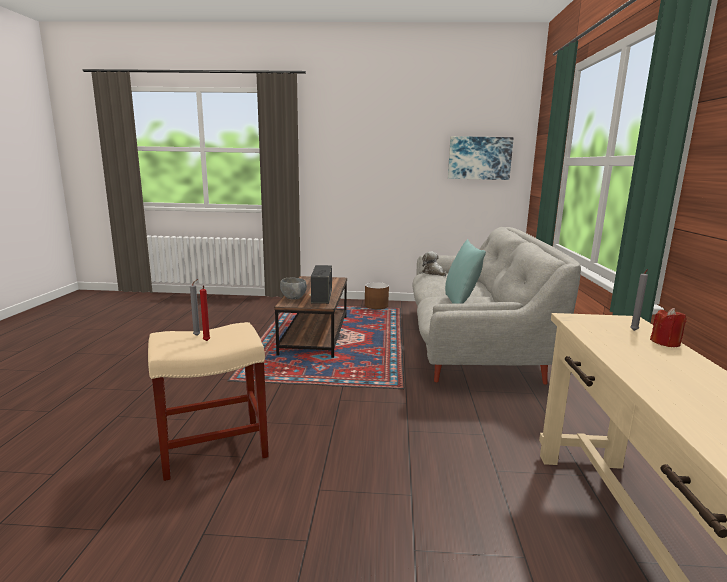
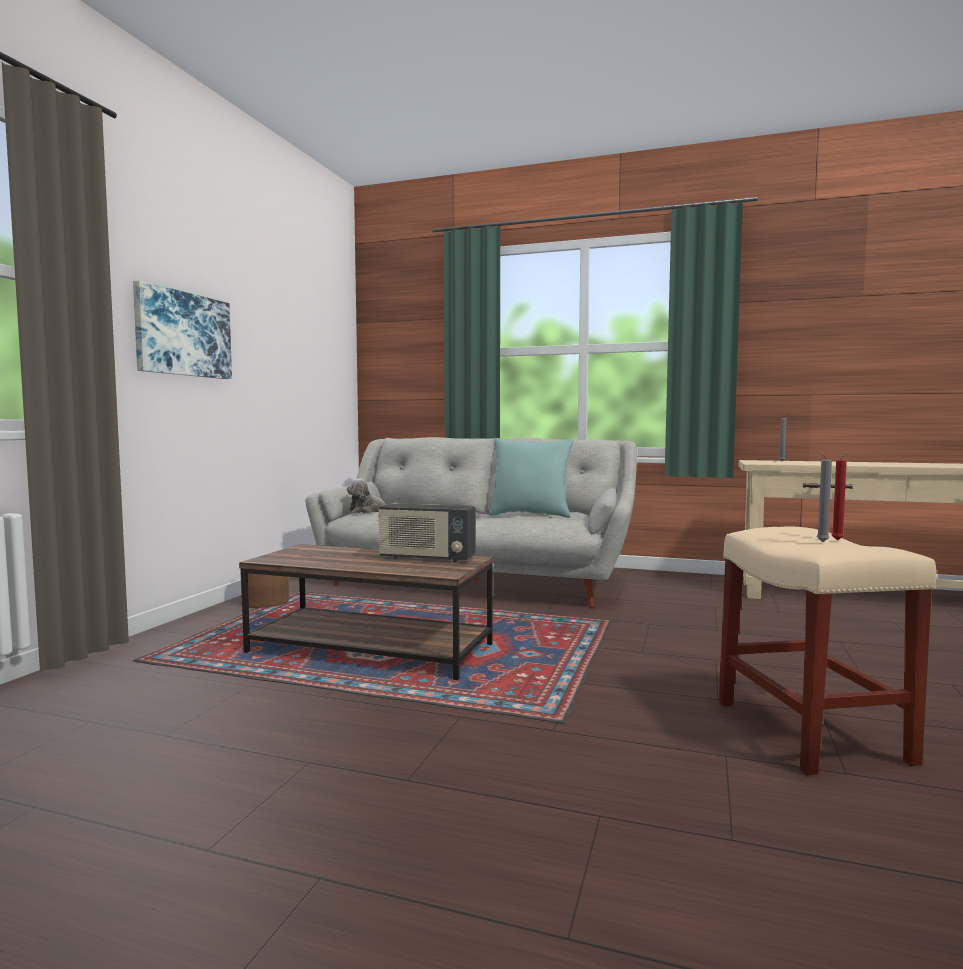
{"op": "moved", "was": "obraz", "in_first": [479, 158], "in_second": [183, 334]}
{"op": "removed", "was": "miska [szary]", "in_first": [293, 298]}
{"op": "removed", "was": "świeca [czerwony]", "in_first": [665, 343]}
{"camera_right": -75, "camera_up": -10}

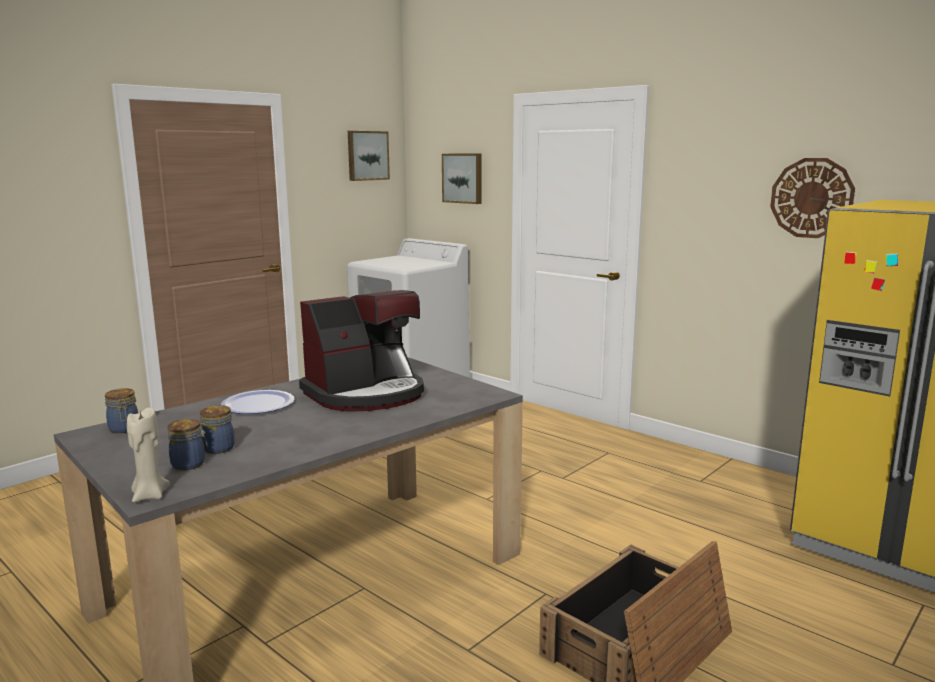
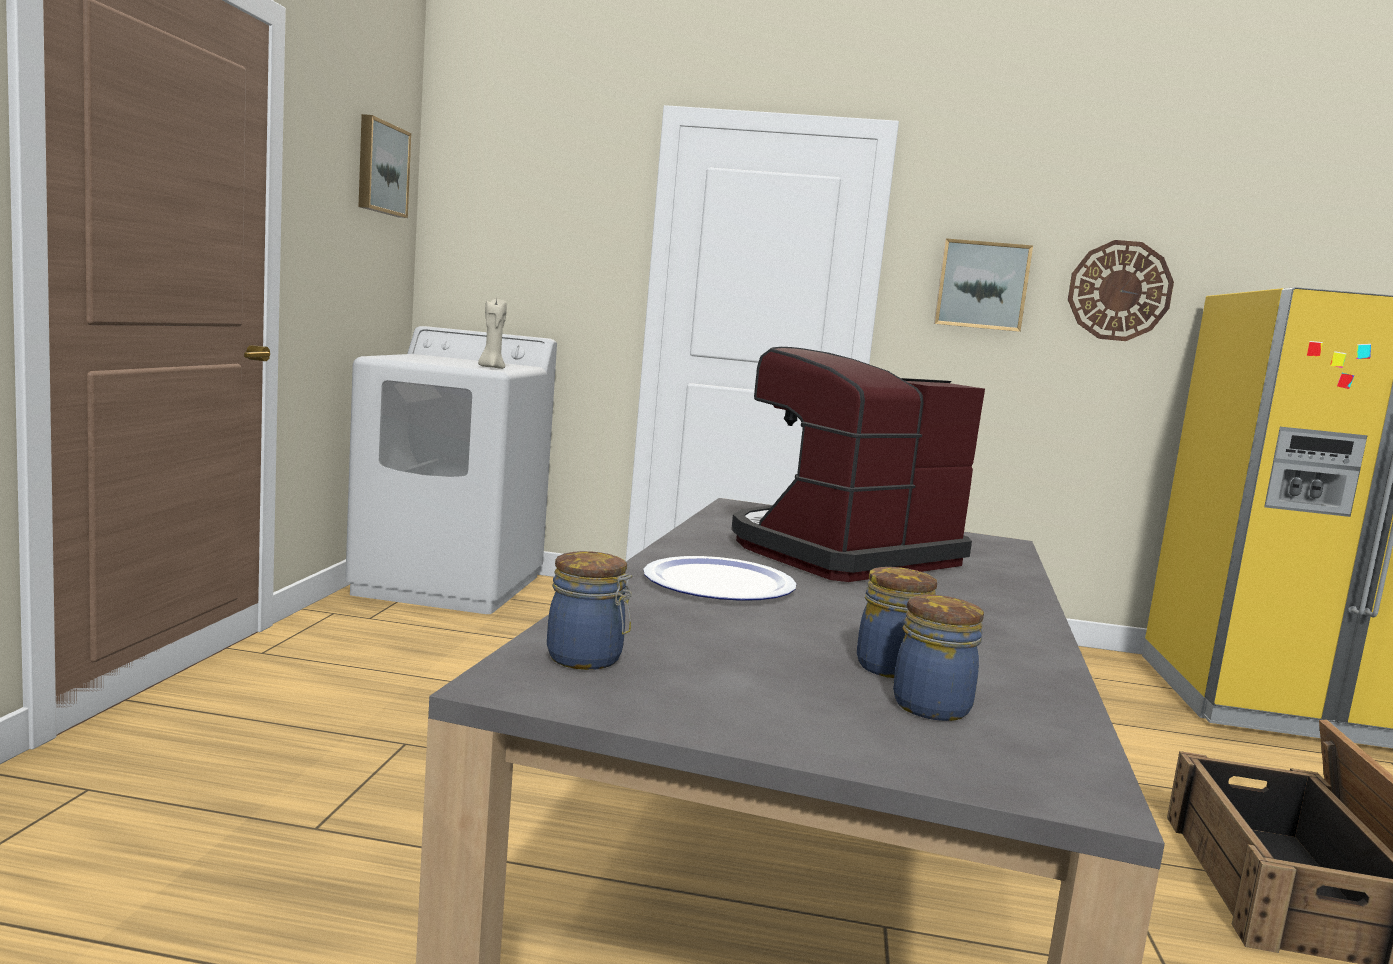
{"op": "moved", "was": "obraz", "in_first": [463, 178], "in_second": [981, 285]}
{"op": "turned", "was": "ekspres do kawy", "in_first": [366, 394], "in_second": [841, 553], "clockwise": -150}
{"op": "moved", "was": "świeca [beżowy]", "in_first": [149, 496], "in_second": [491, 367]}
{"camera_right": -35, "camera_up": -5}

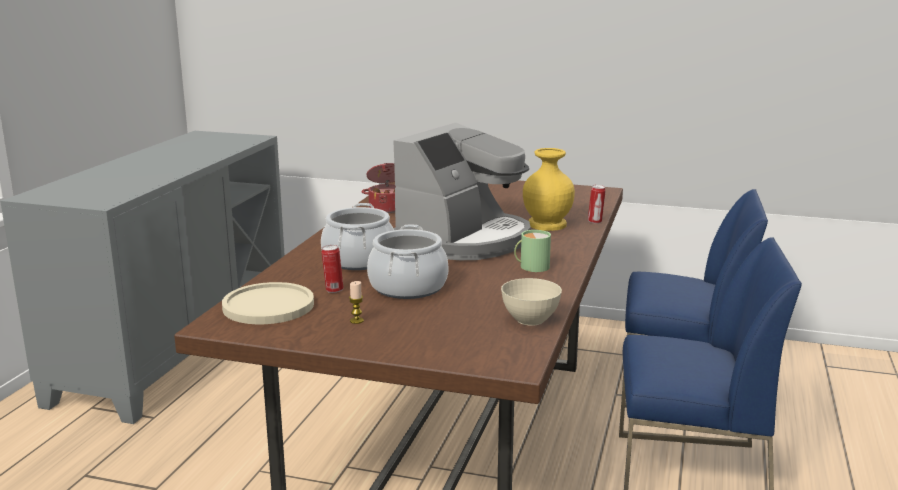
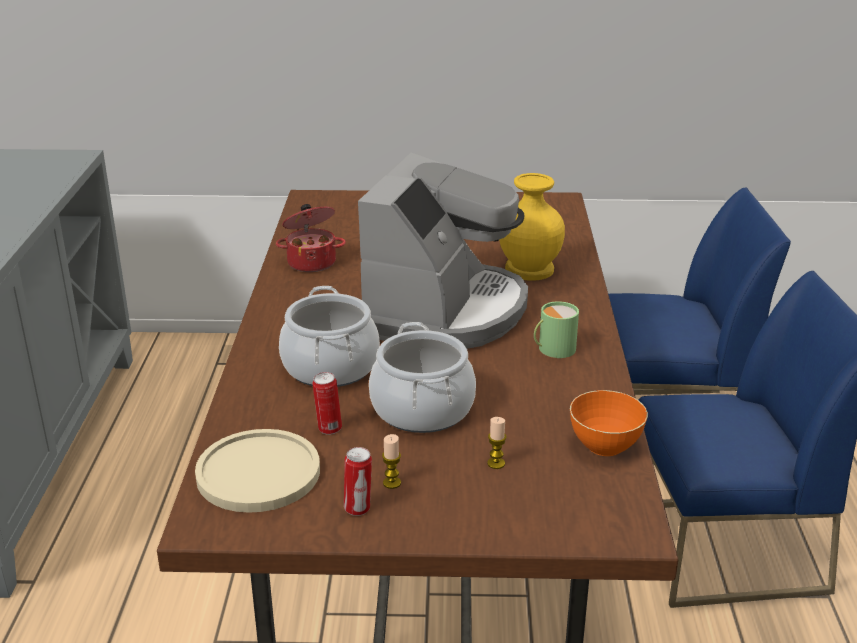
{"op": "moved", "was": "puszka", "in_first": [595, 221], "in_second": [358, 509]}
{"op": "recoloured", "was": "miska [beżowy]", "now": "miska [pomarańczowy]", "in_first": [530, 319], "in_second": [605, 446]}
{"op": "added", "now": "świeca", "in_second": [496, 463]}
{"camera_right": -15, "camera_up": 10}

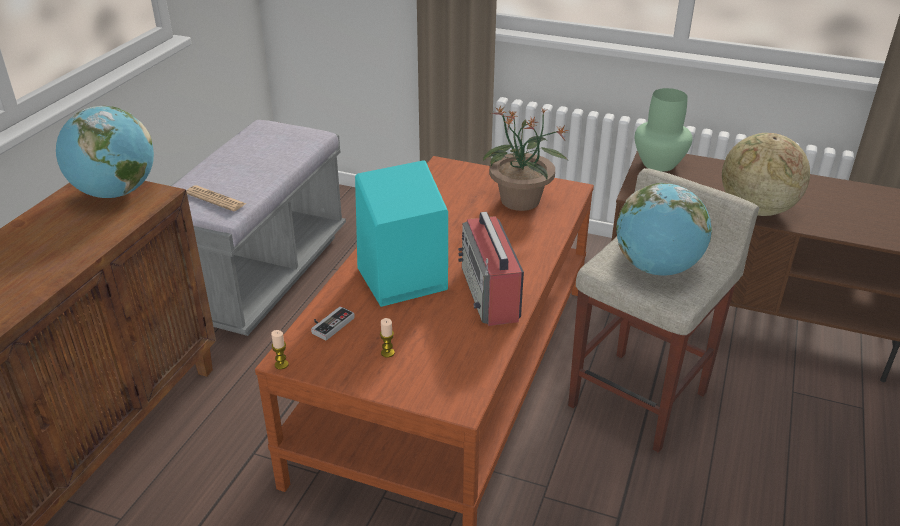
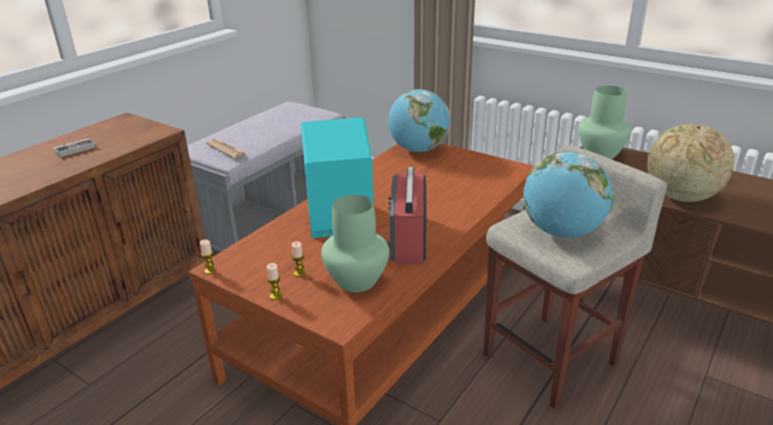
{"op": "moved", "was": "globus", "in_first": [115, 193], "in_second": [418, 150]}
{"op": "removed", "was": "roślina doniczkowa", "in_first": [520, 201]}
{"op": "moved", "was": "pad do gier", "in_first": [329, 324], "in_second": [74, 149]}
{"op": "added", "now": "wazon [zielony]", "in_second": [358, 280]}
{"op": "added", "now": "świeca", "in_second": [276, 296]}
{"camera_right": 15, "camera_up": -5}

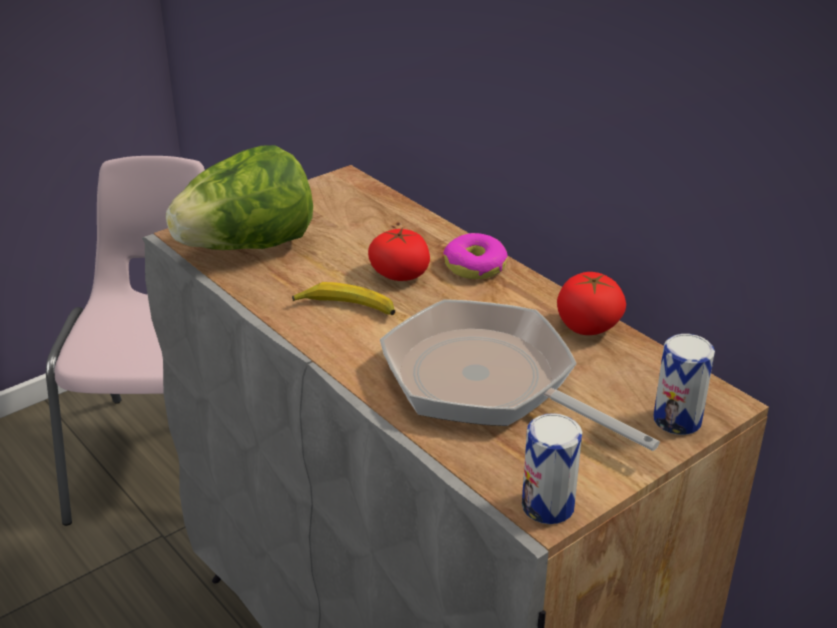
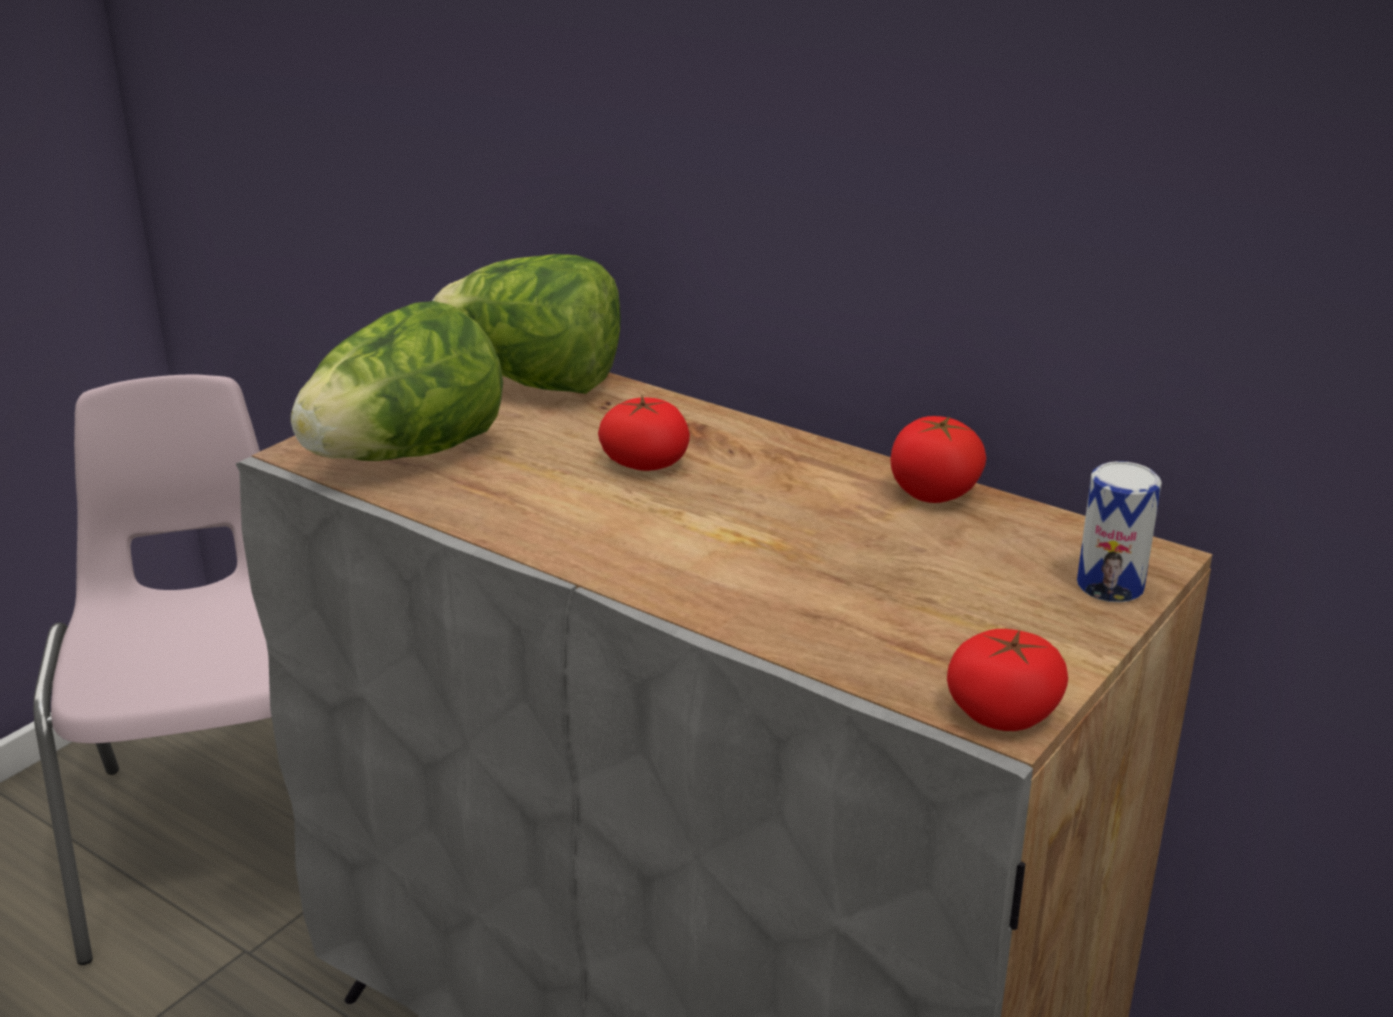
{"op": "removed", "was": "donut", "in_first": [475, 266]}
{"op": "removed", "was": "banan", "in_first": [347, 308]}
{"op": "removed", "was": "patelnia", "in_first": [489, 383]}
{"op": "replaced", "was": "puszka", "now": "pomidor", "in_first": [548, 506], "in_second": [1003, 712]}
{"op": "added", "now": "sałata", "in_second": [534, 383]}
{"camera_right": -15, "camera_up": -5}

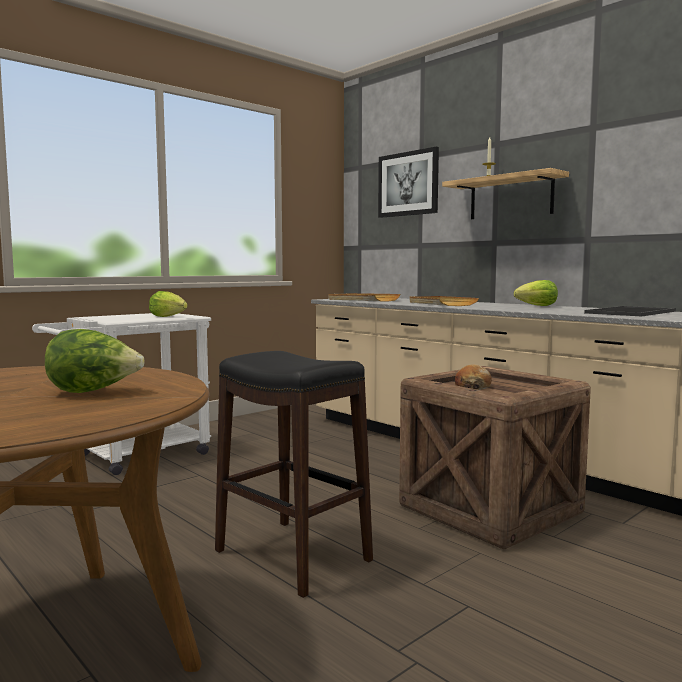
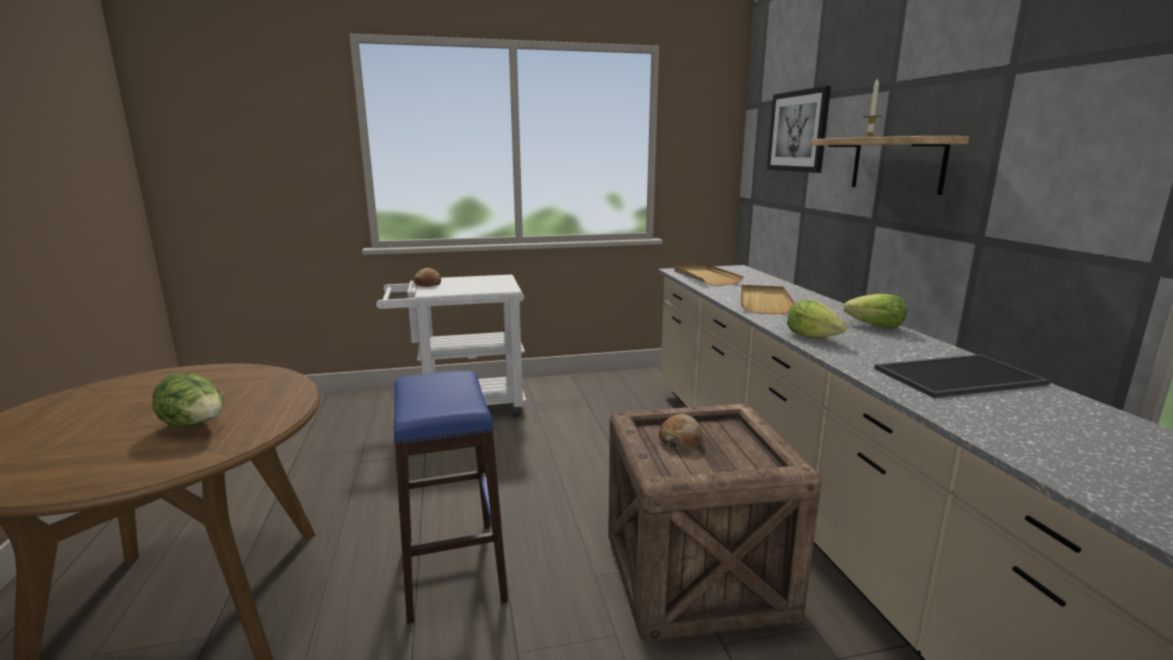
{"op": "moved", "was": "sałata", "in_first": [167, 317], "in_second": [812, 337]}
{"op": "recoloured", "was": "stołek [czarny]", "now": "stołek [niebieski]", "in_first": [293, 555], "in_second": [453, 569]}
{"op": "added", "now": "chleb", "in_second": [428, 284]}
{"camera_right": 30, "camera_up": 10}

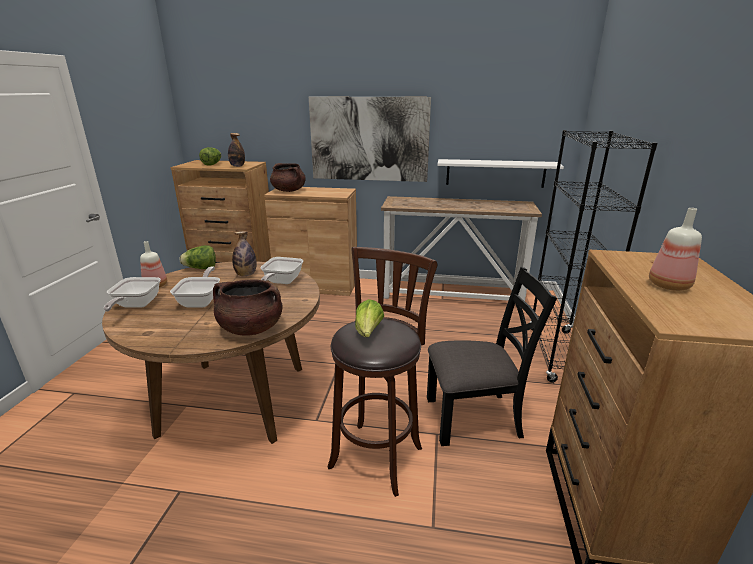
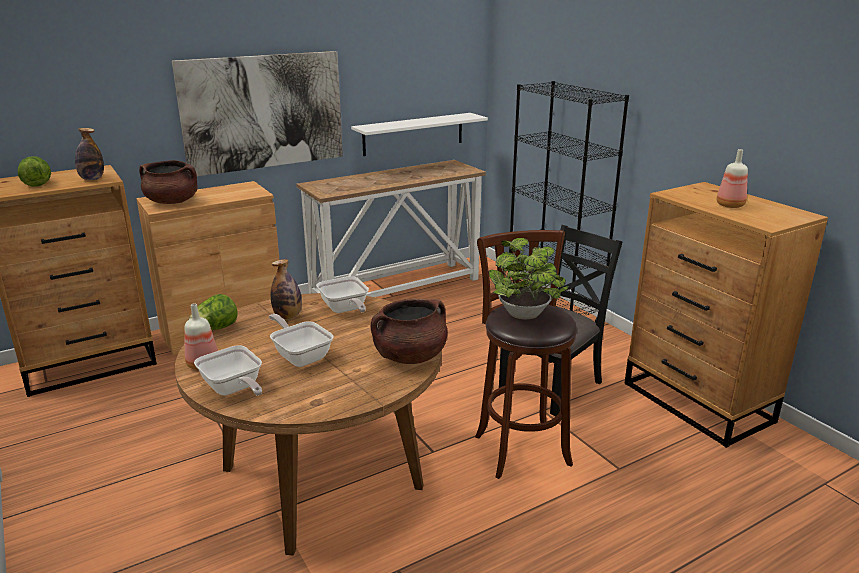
{"op": "replaced", "was": "sałata", "now": "roślina doniczkowa", "in_first": [368, 332], "in_second": [525, 316]}
{"camera_right": -40, "camera_up": 0}

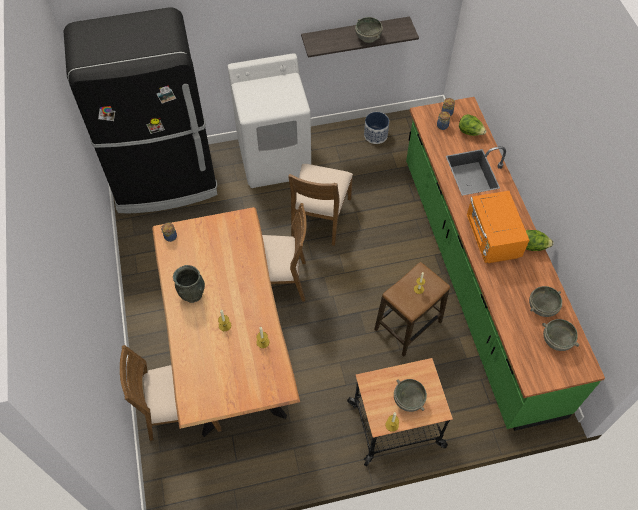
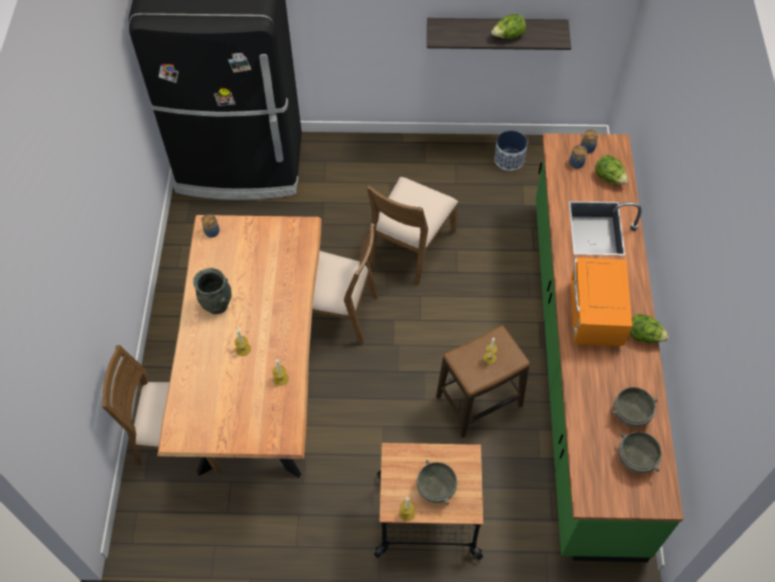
{"op": "replaced", "was": "miska [szary]", "now": "sałata", "in_first": [368, 37], "in_second": [508, 36]}
{"op": "removed", "was": "pralka [biały]", "in_first": [275, 159]}
{"camera_right": 15, "camera_up": 0}

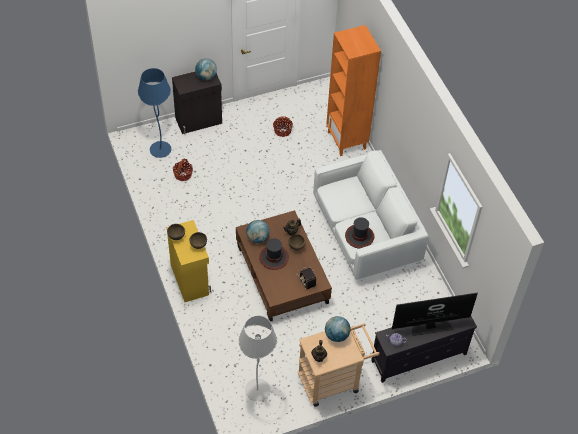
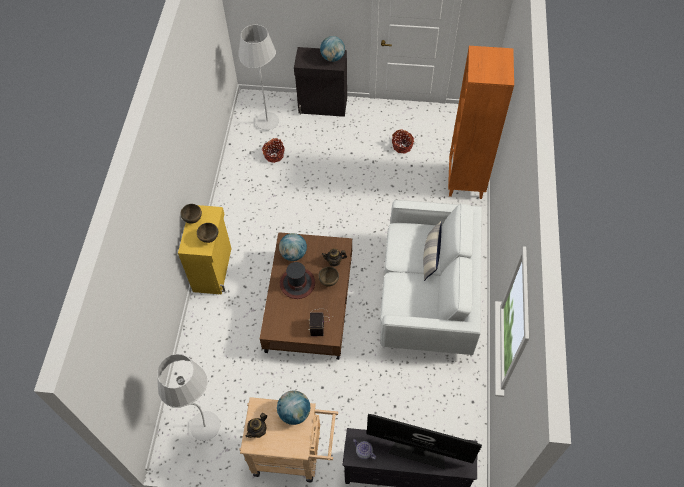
{"op": "recoloured", "was": "lampa stojąca [niebieski]", "now": "lampa stojąca [biały]", "in_first": [160, 150], "in_second": [267, 122]}
{"op": "removed", "was": "kapelusz", "in_first": [359, 236]}
{"op": "added", "now": "poduszka", "in_second": [430, 257]}
{"camera_right": 30, "camera_up": 5}

